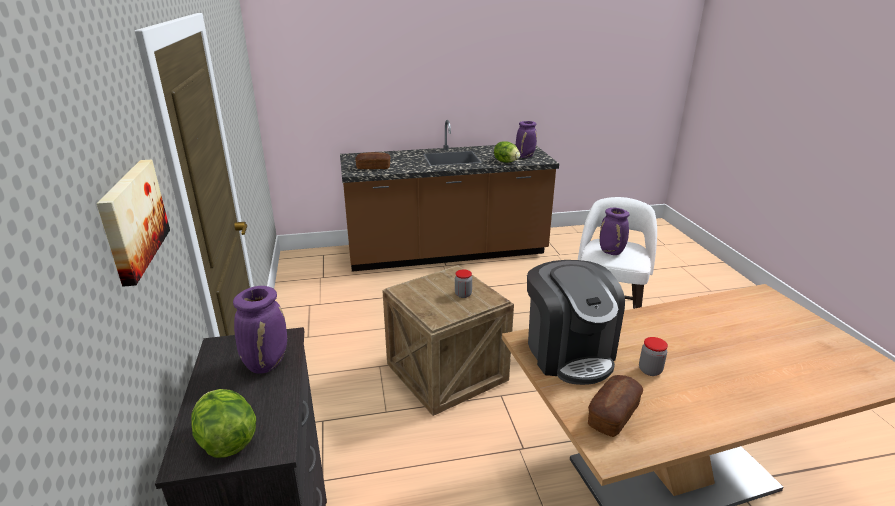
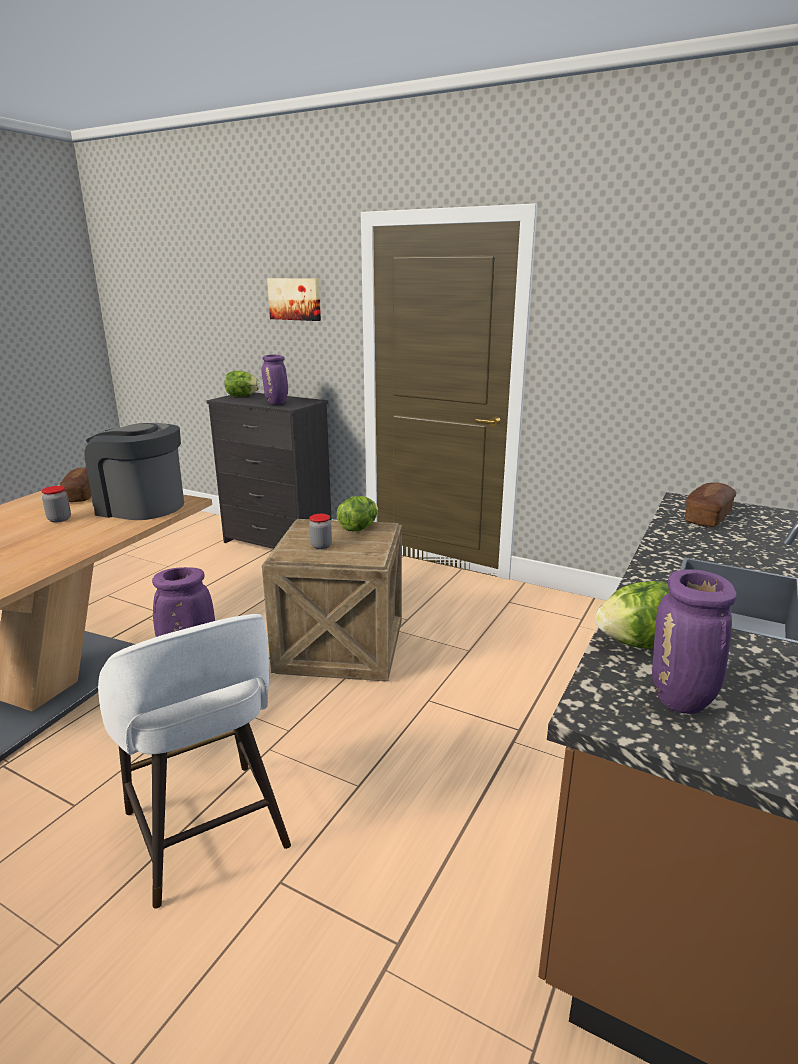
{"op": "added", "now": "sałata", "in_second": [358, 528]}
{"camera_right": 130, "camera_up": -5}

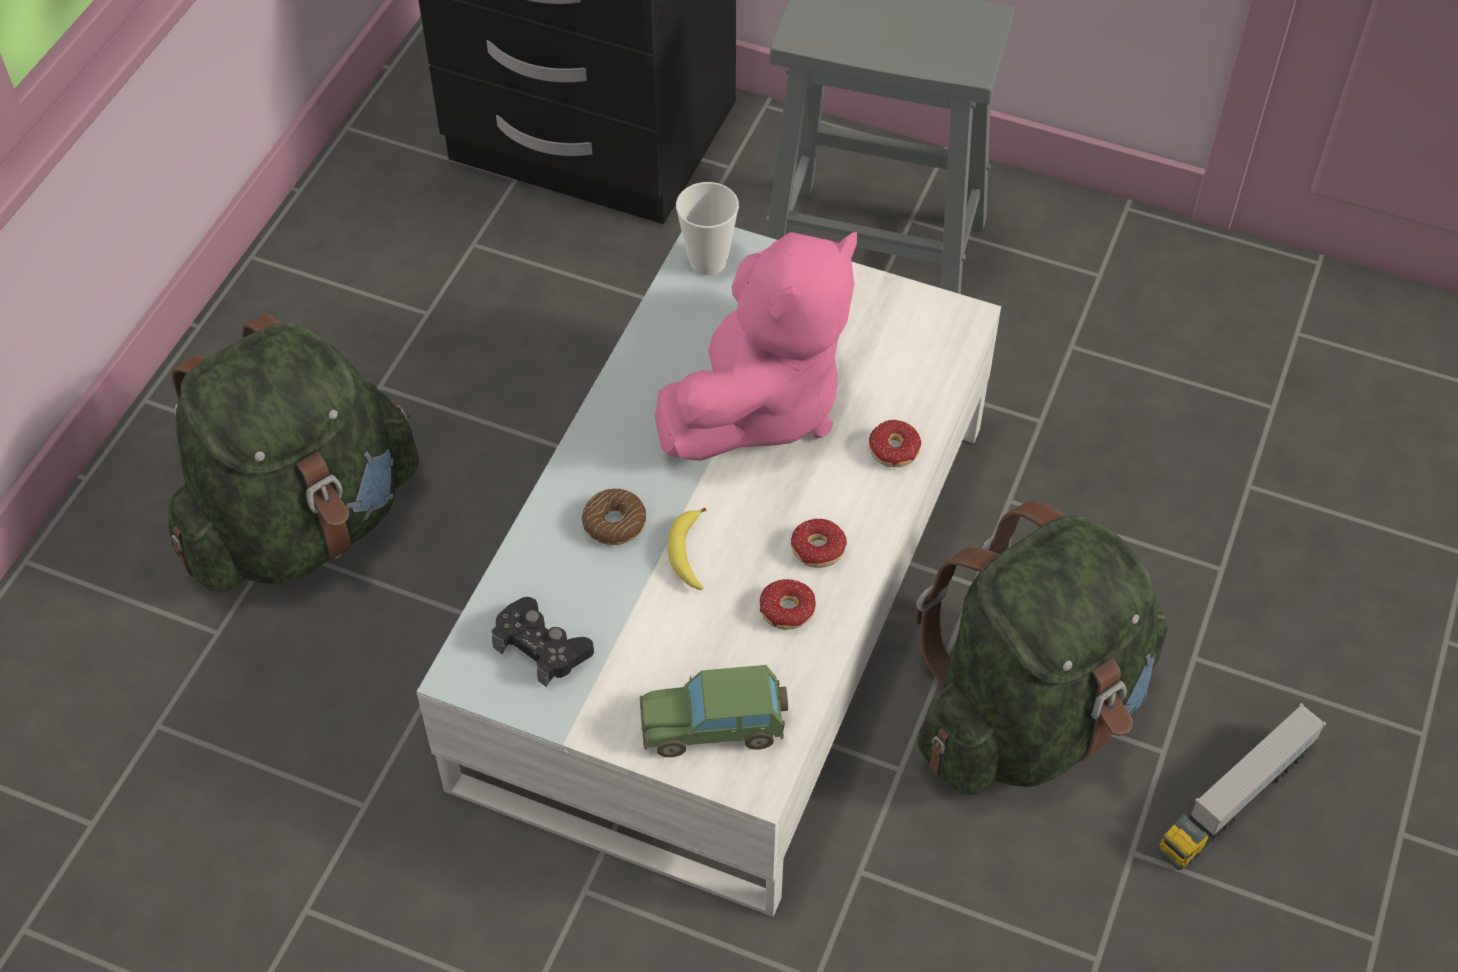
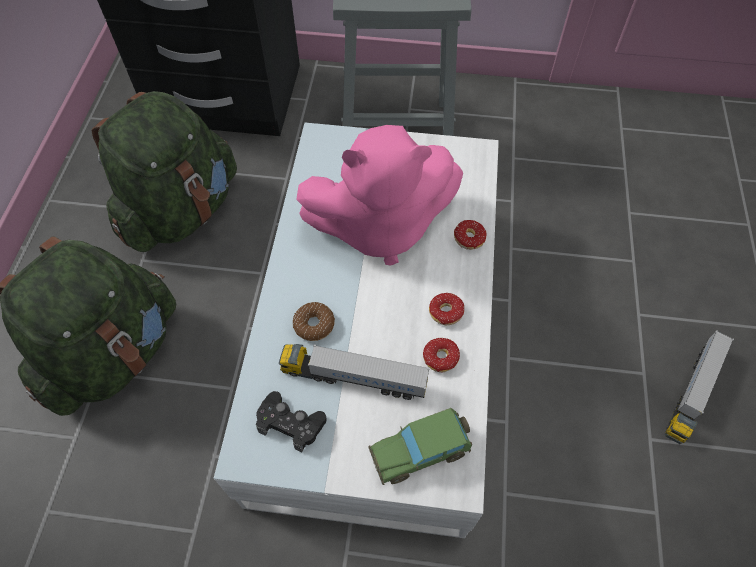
{"op": "removed", "was": "filiżanka", "in_first": [708, 262]}
{"op": "turned", "was": "pluszak [różowy]", "in_first": [760, 403], "in_second": [380, 227], "clockwise": 60}
{"op": "moved", "was": "plecak [zielony]", "in_first": [1029, 715], "in_second": [182, 211]}
{"op": "removed", "was": "banan", "in_first": [688, 554]}
{"op": "added", "now": "ciężarówka zabawkowa", "in_second": [353, 378]}
{"camera_right": -15, "camera_up": 5}

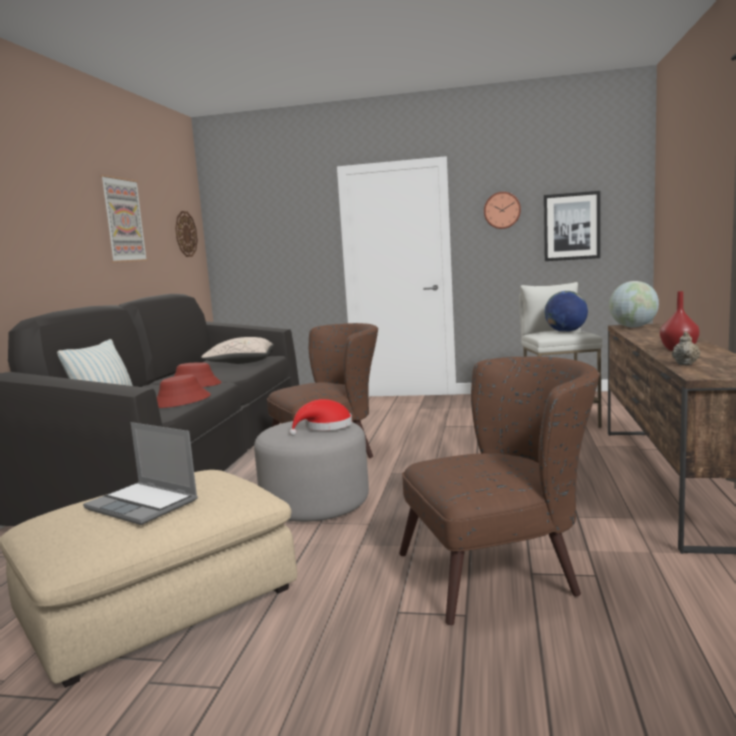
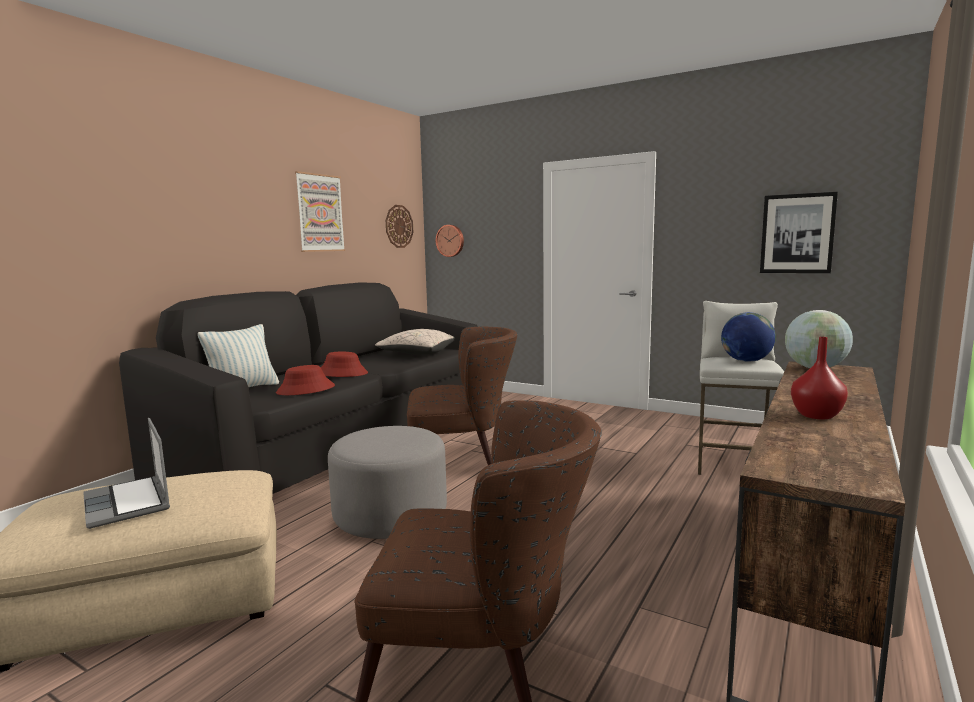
{"op": "moved", "was": "zegar ścienny", "in_first": [502, 210], "in_second": [450, 240]}
{"op": "removed", "was": "imbryk [beżowy]", "in_first": [685, 364]}
{"op": "removed", "was": "kapelusz [czerwony]", "in_first": [325, 427]}
{"camera_right": 20, "camera_up": 0}

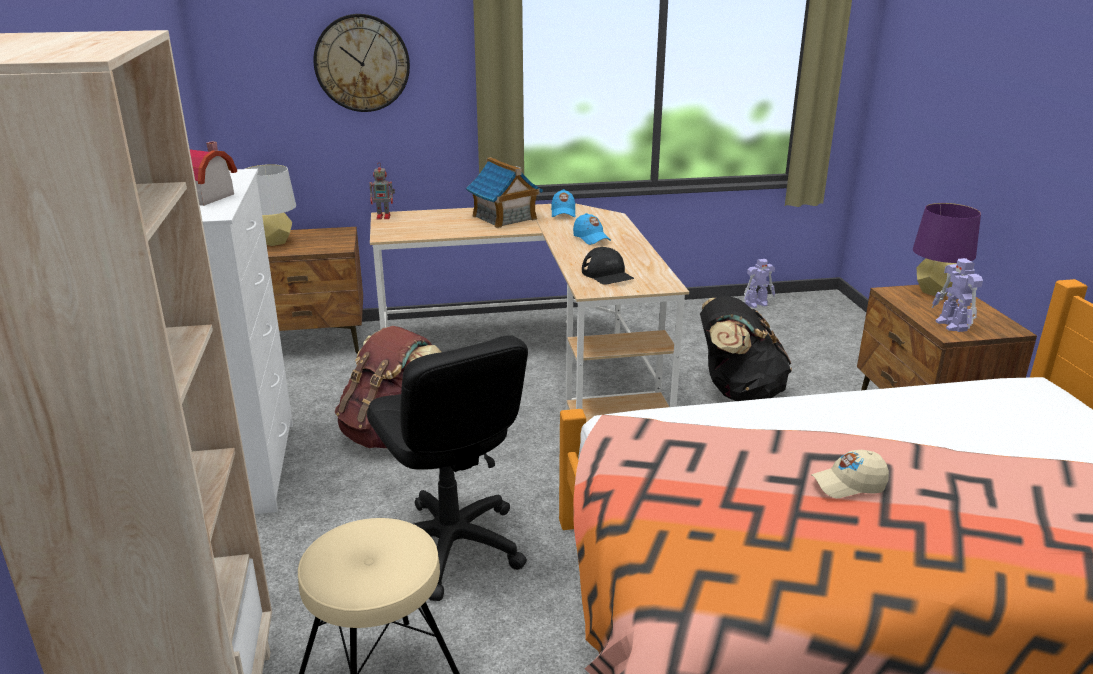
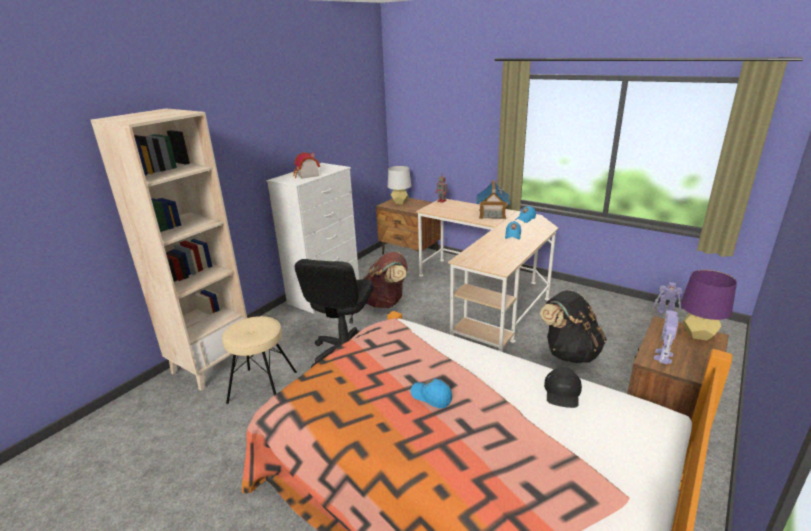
{"op": "removed", "was": "zegar ścienny", "in_first": [362, 63]}
{"op": "moved", "was": "czapka z daszkiem [czarny]", "in_first": [607, 274], "in_second": [562, 392]}
{"op": "recoloured", "was": "czapka z daszkiem [beżowy]", "now": "czapka z daszkiem [niebieski]", "in_first": [848, 485], "in_second": [431, 397]}
{"camera_right": 45, "camera_up": 0}

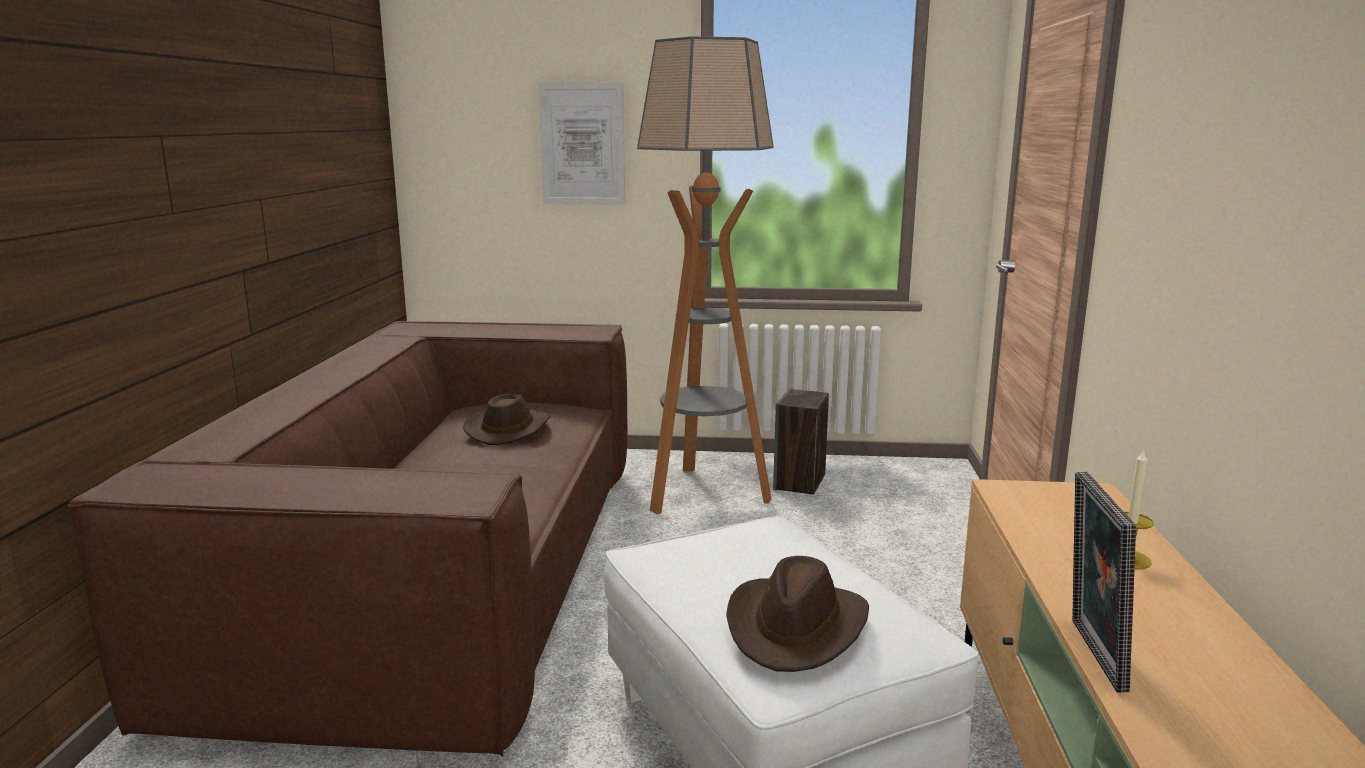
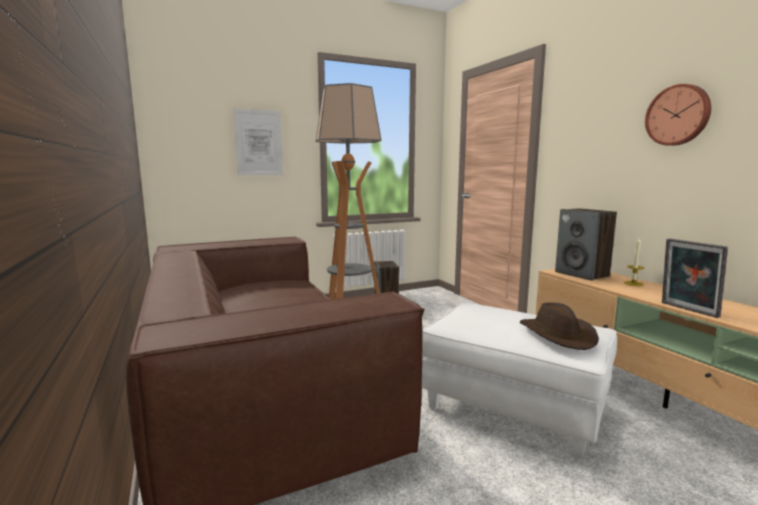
{"op": "removed", "was": "kapelusz [brązowy]", "in_first": [509, 429]}
{"op": "added", "now": "zegar ścienny", "in_second": [678, 115]}
{"op": "added", "now": "głośnik", "in_second": [582, 274]}
{"camera_right": -30, "camera_up": -5}

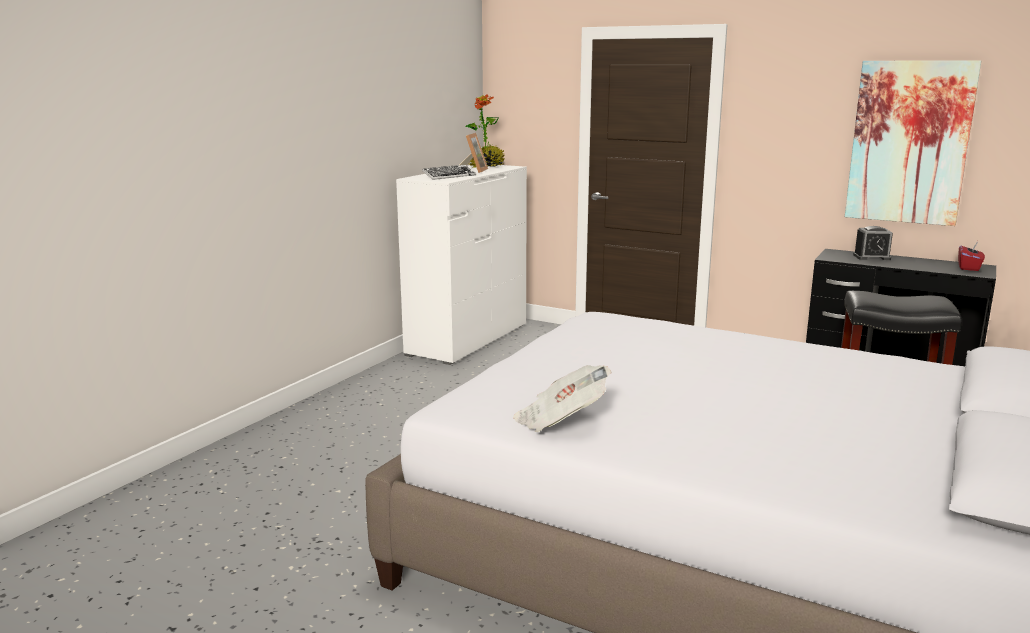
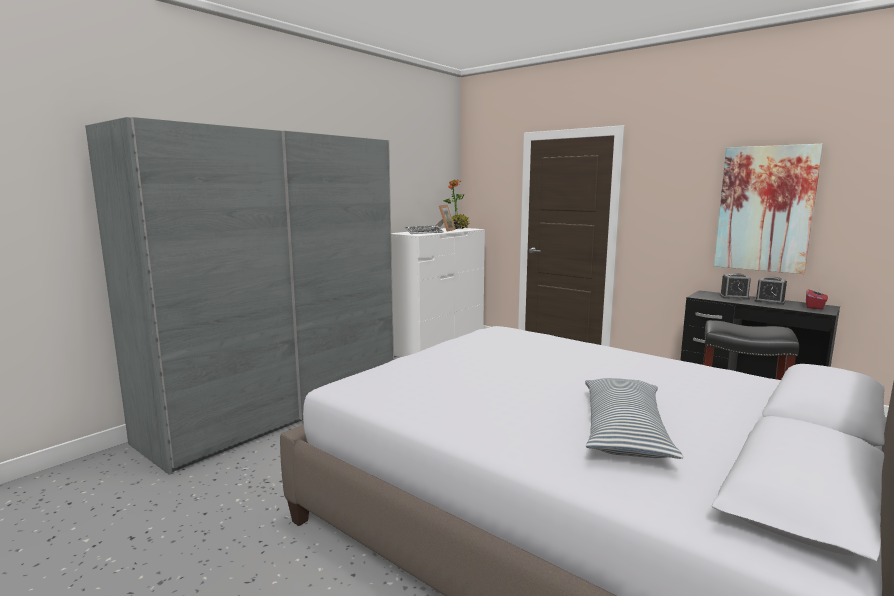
{"op": "removed", "was": "gazeta", "in_first": [560, 421]}
{"op": "added", "now": "szafa [szary]", "in_second": [277, 411]}
{"op": "added", "now": "budzik", "in_second": [769, 301]}
{"op": "added", "now": "poduszka", "in_second": [624, 431]}
{"camera_right": 10, "camera_up": -5}

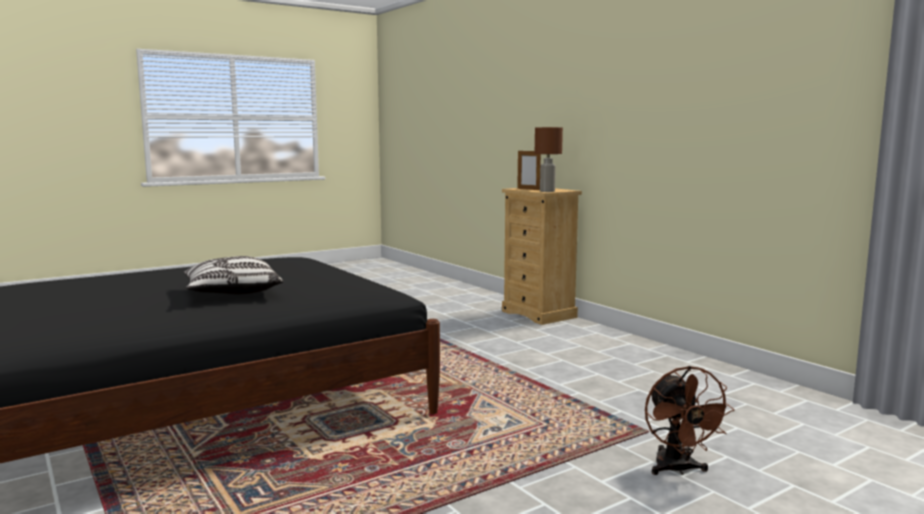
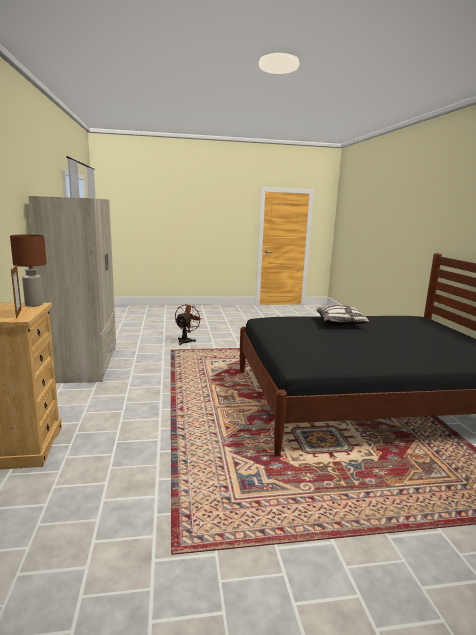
{"op": "added", "now": "szafa [beżowy]", "in_second": [85, 364]}
{"camera_right": -155, "camera_up": 5}

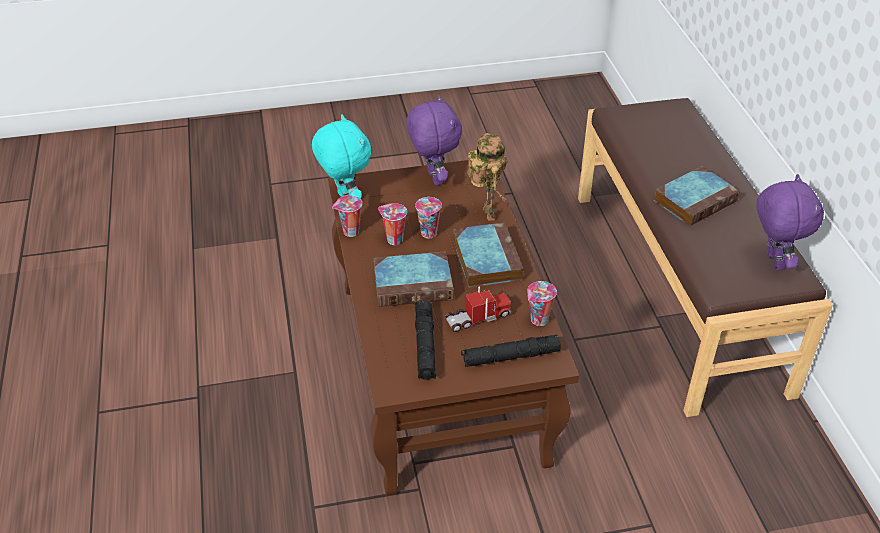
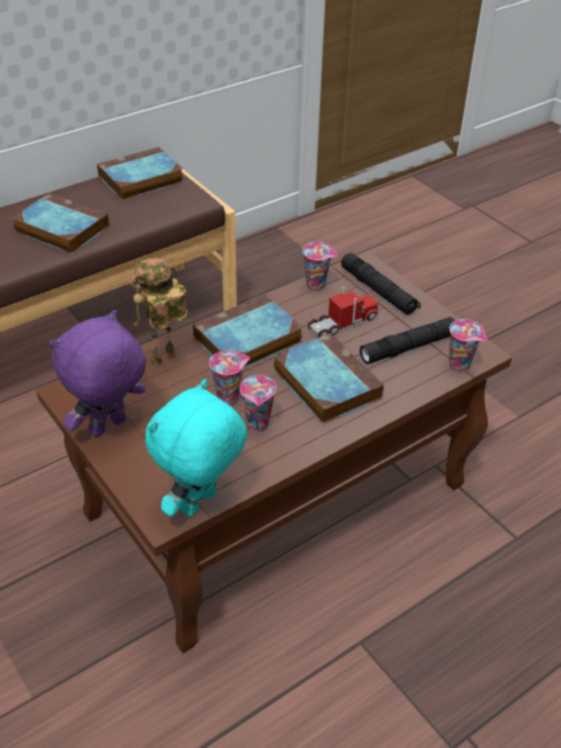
{"op": "replaced", "was": "pluszak [fioletowy]", "now": "książka", "in_first": [773, 261], "in_second": [140, 180]}
{"op": "moved", "was": "filiżanka", "in_first": [350, 232], "in_second": [461, 366]}
{"op": "turned", "was": "ciężarówka zabawkowa", "in_first": [478, 318], "in_second": [342, 323], "clockwise": 105}
{"camera_right": -115, "camera_up": 0}

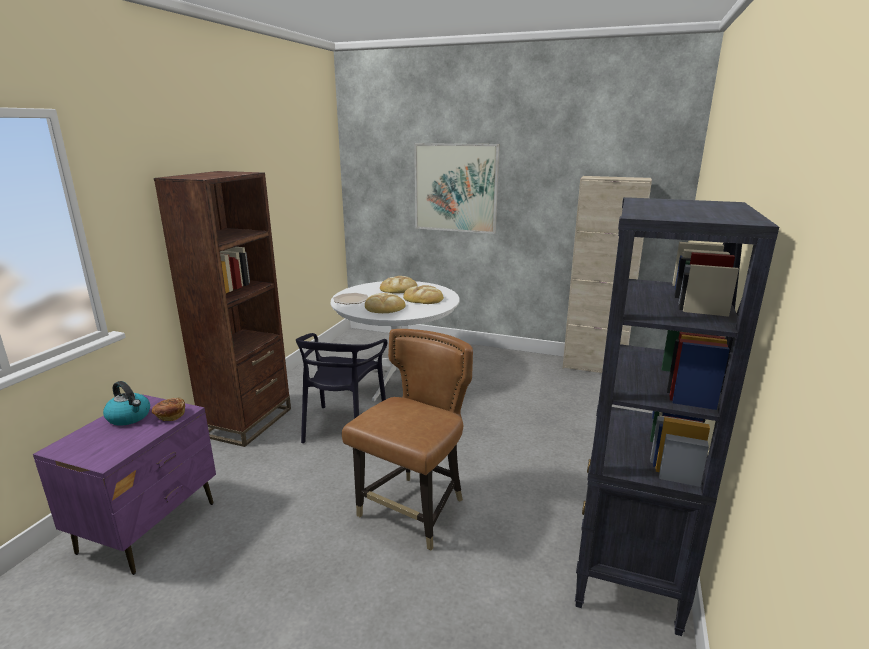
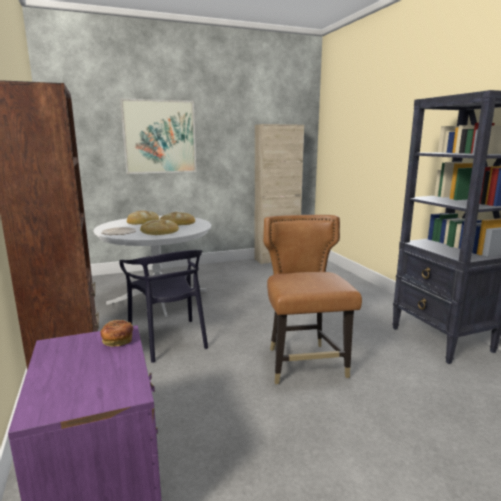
{"op": "removed", "was": "czajnik", "in_first": [129, 417]}
{"camera_right": -40, "camera_up": -5}

